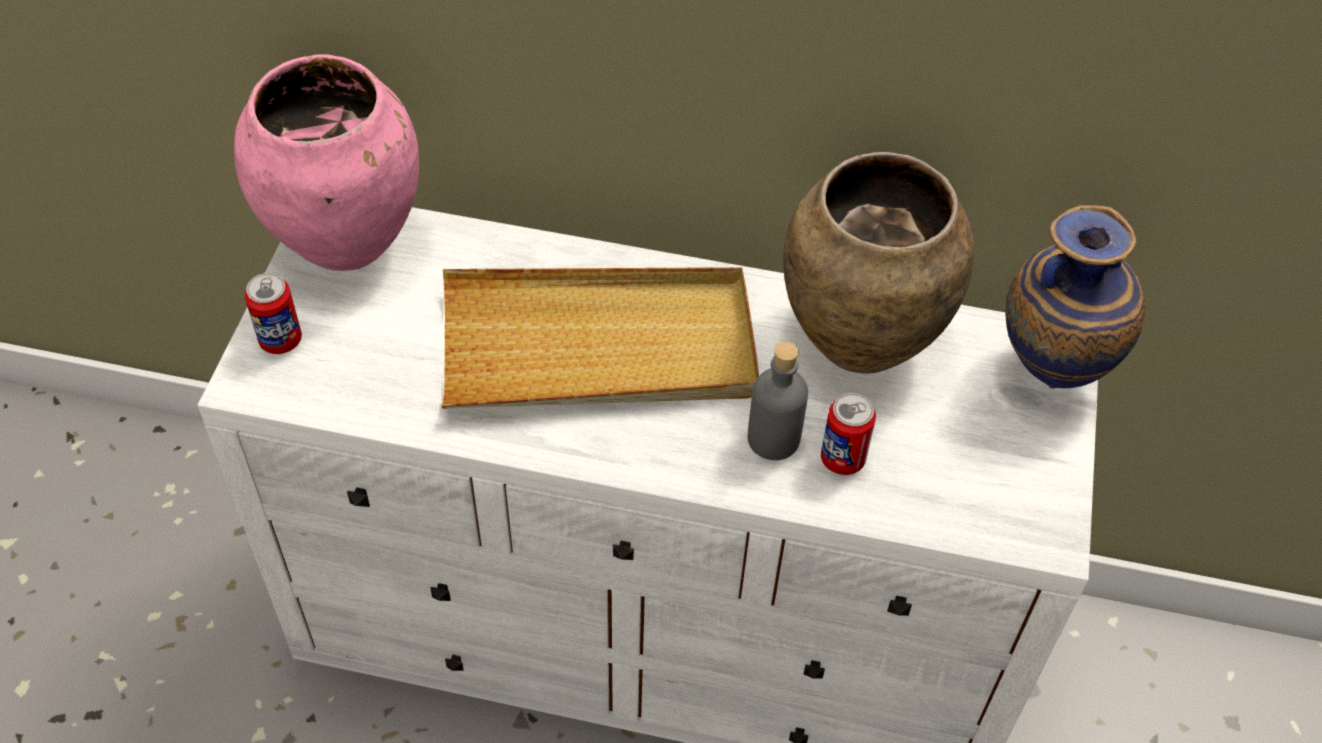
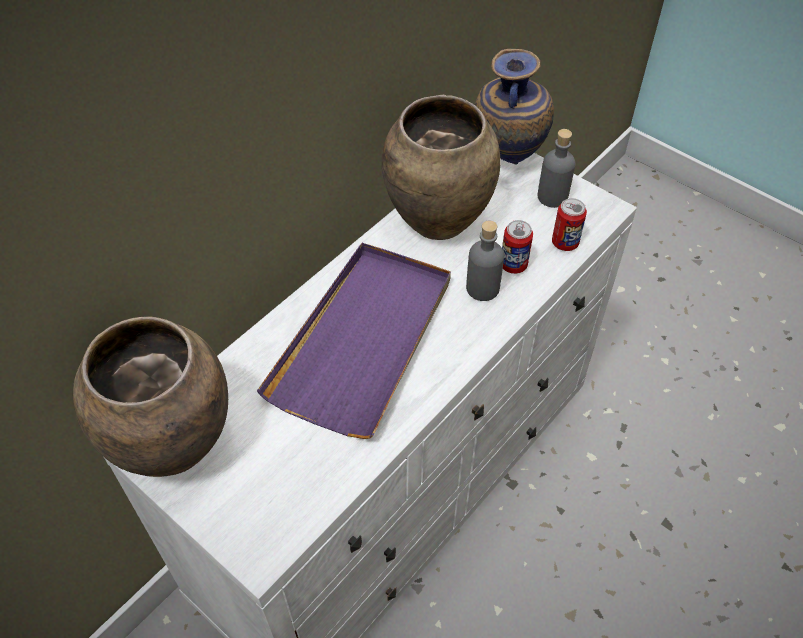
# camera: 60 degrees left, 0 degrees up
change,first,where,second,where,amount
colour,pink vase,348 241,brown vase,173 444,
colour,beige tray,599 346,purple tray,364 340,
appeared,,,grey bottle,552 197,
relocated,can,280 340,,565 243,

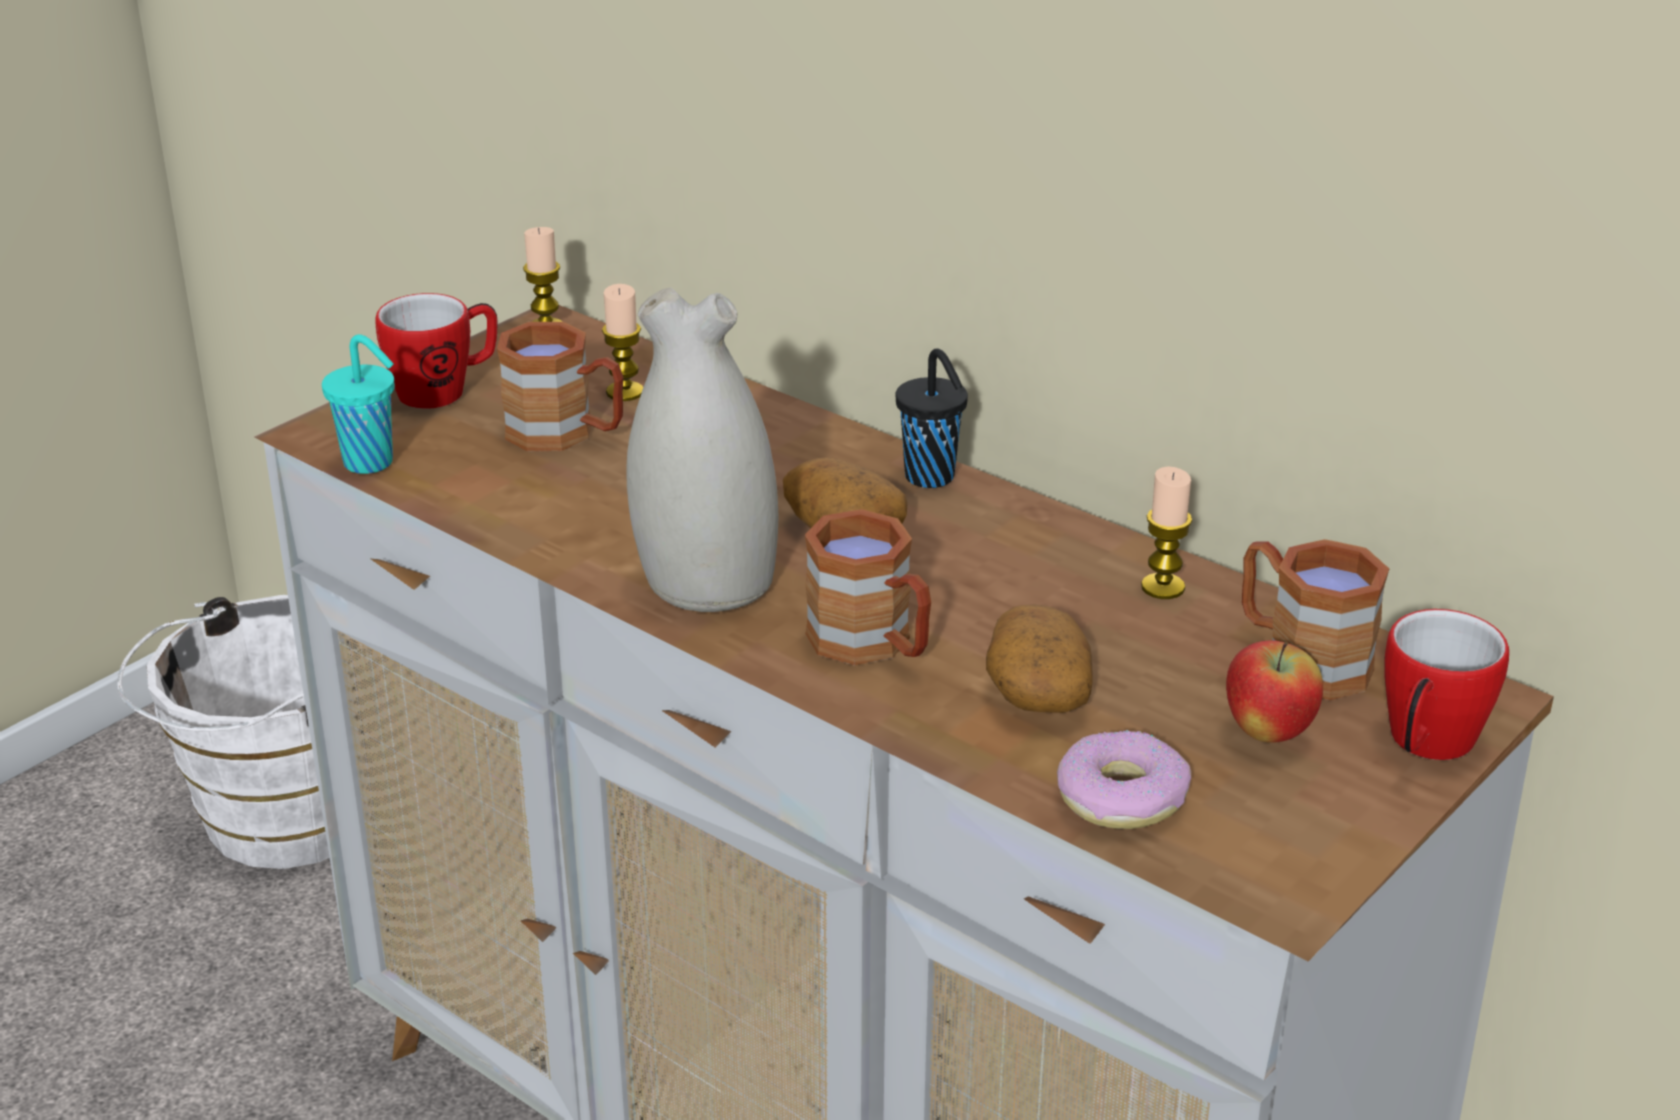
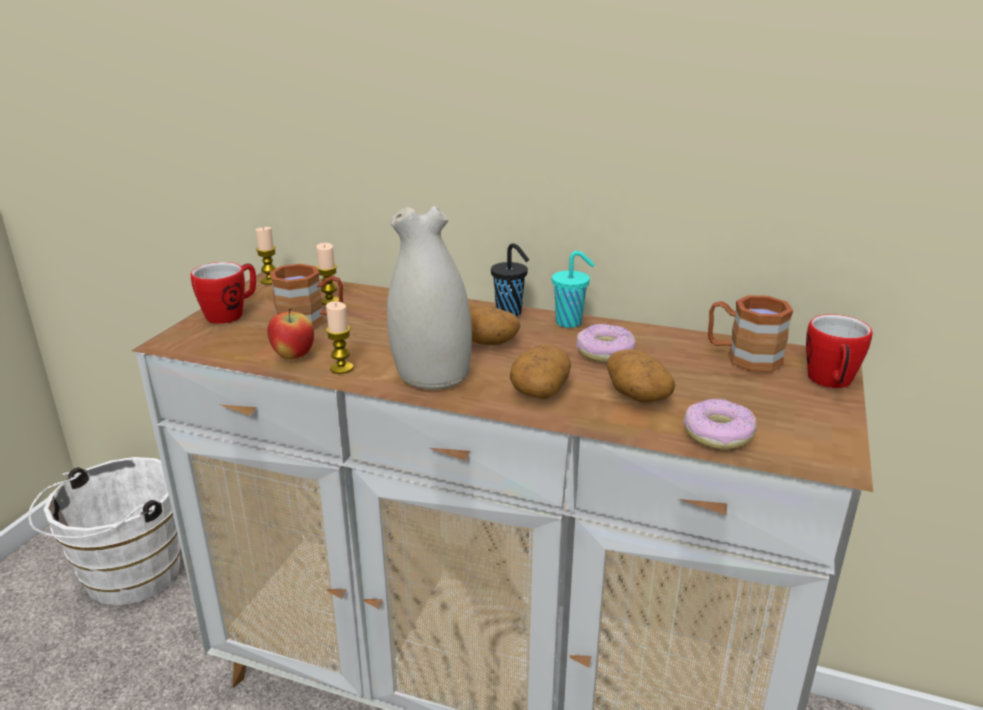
# camera: 20 degrees left, 5 degrees down
change,first,where,second,where,amount
relocated,apple,1268 733,,293 356,
relocated,candle,1163 587,,341 368,
exchanged,brown mug,873 645,potato,539 388,
relocated,turquoise cup,371 463,,570 323,
appeared,,,donut,605 352,

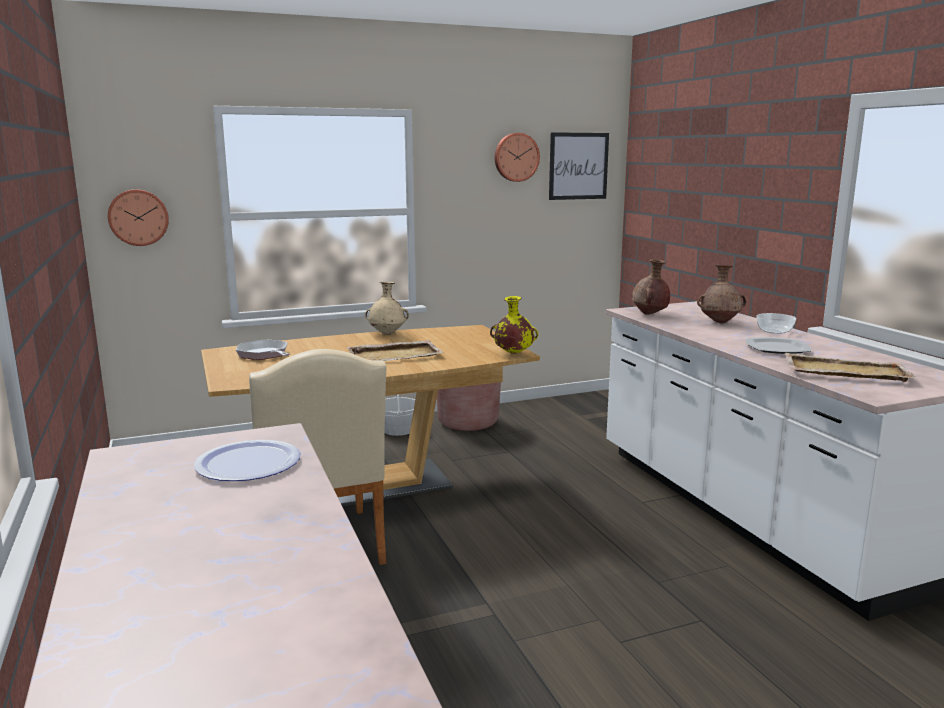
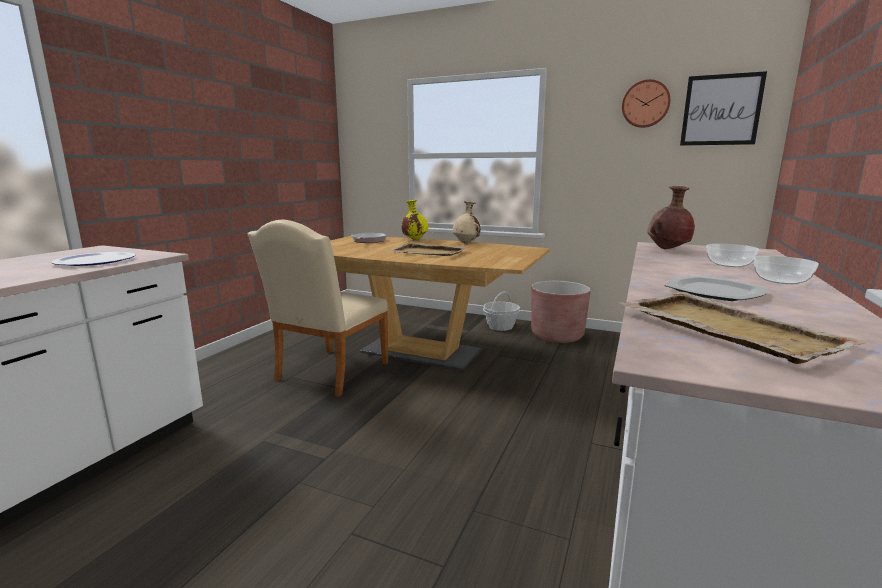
# camera: 45 degrees right, 0 degrees up
change,first,where,second,where,amount
relocated,yellow vase,513 354,,414 240,
exchanged,brown vase,720 322,bowl,730 264,
missing,wall clock,138 217,,,

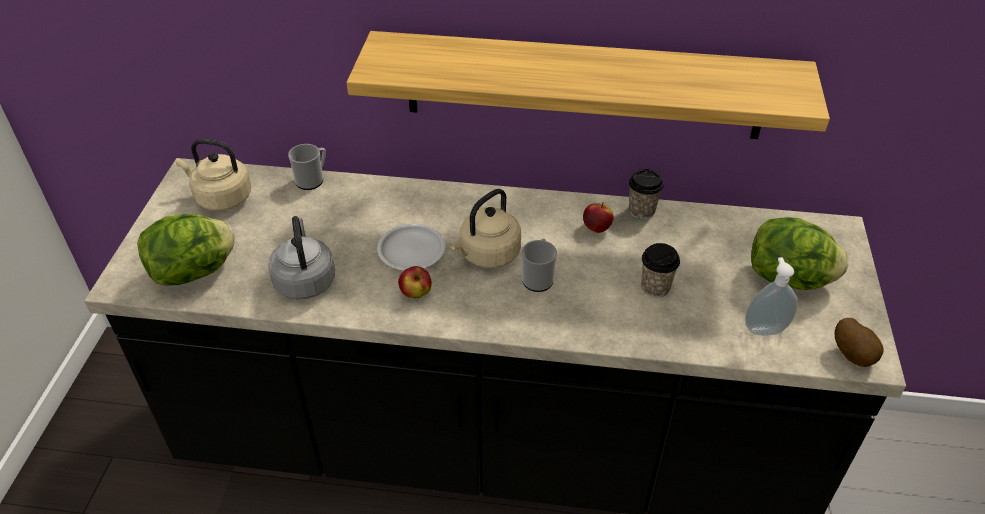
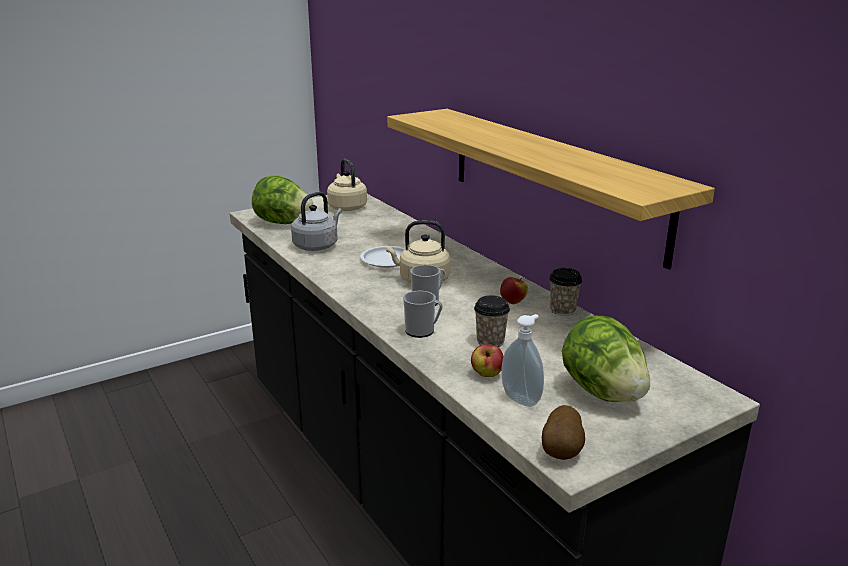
# camera: 50 degrees right, 20 degrees down
change,first,where,second,where,amount
relocated,mug,312 180,,423 331,
relocated,apple,415 293,,487 375,

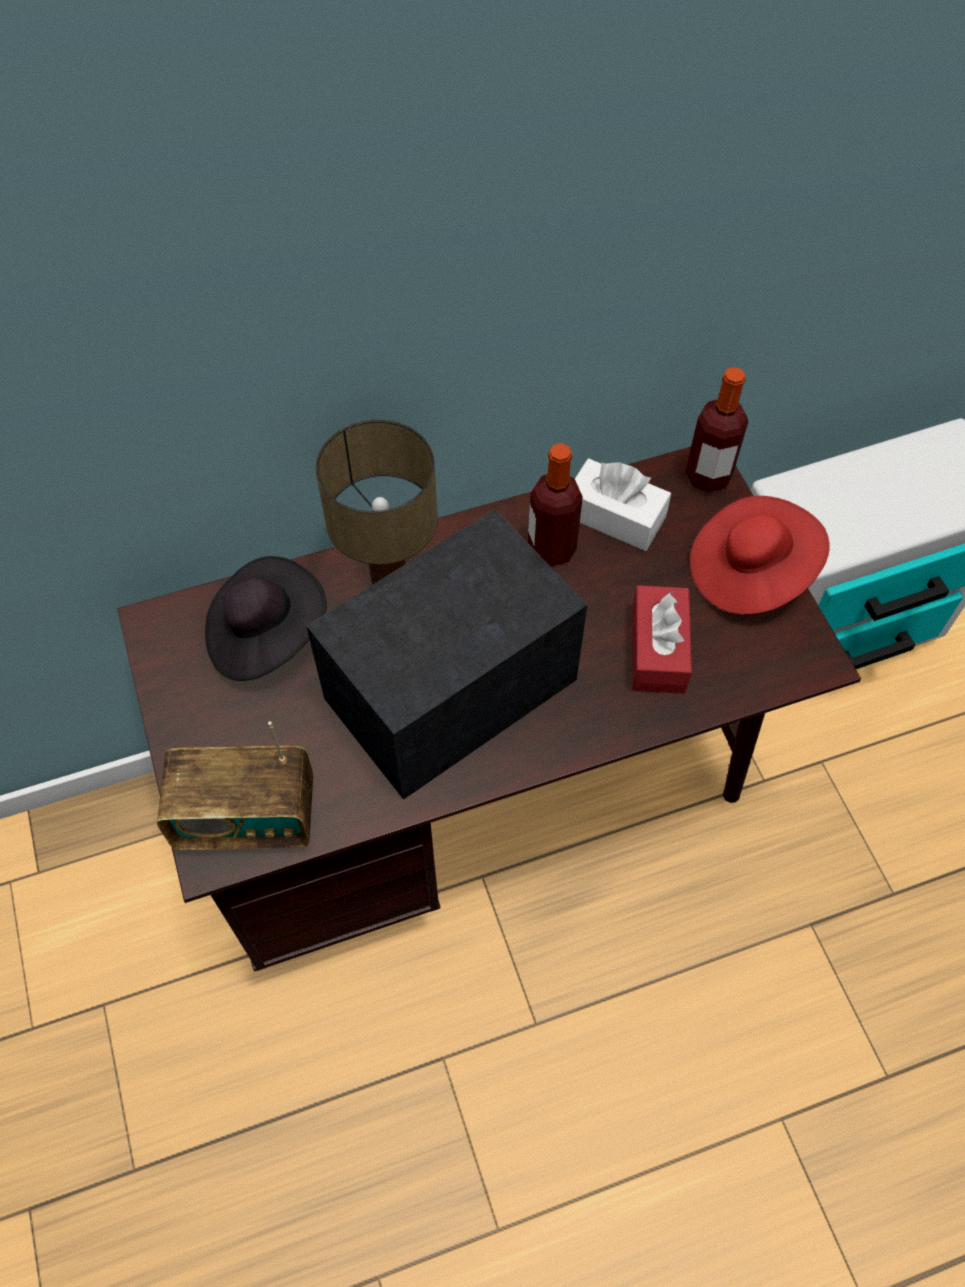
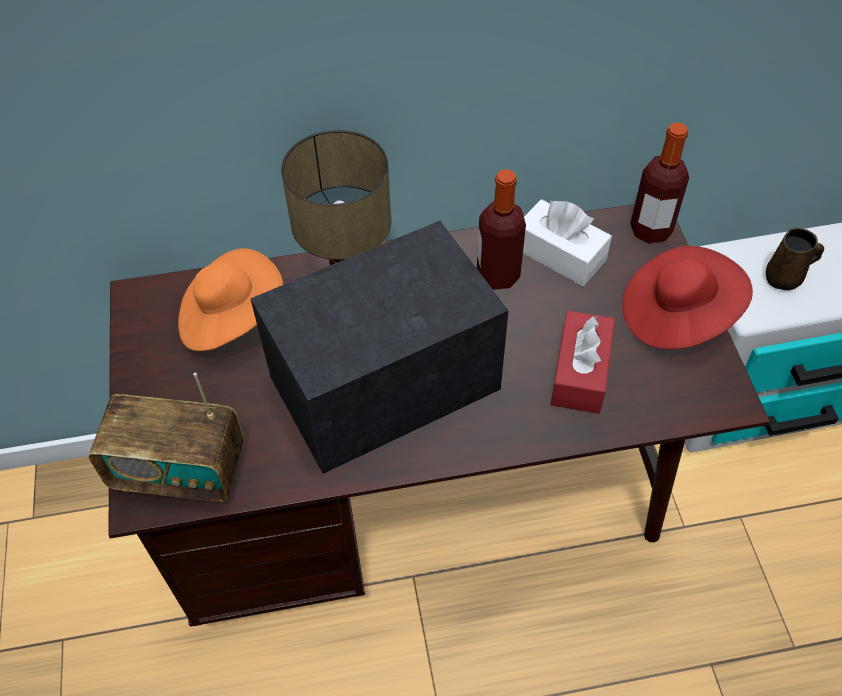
# camera: 10 degrees right, 5 degrees down
change,first,where,second,where,amount
colour,black hat,266 635,orange hat,231 317,
appeared,,,brown mug,785 278,

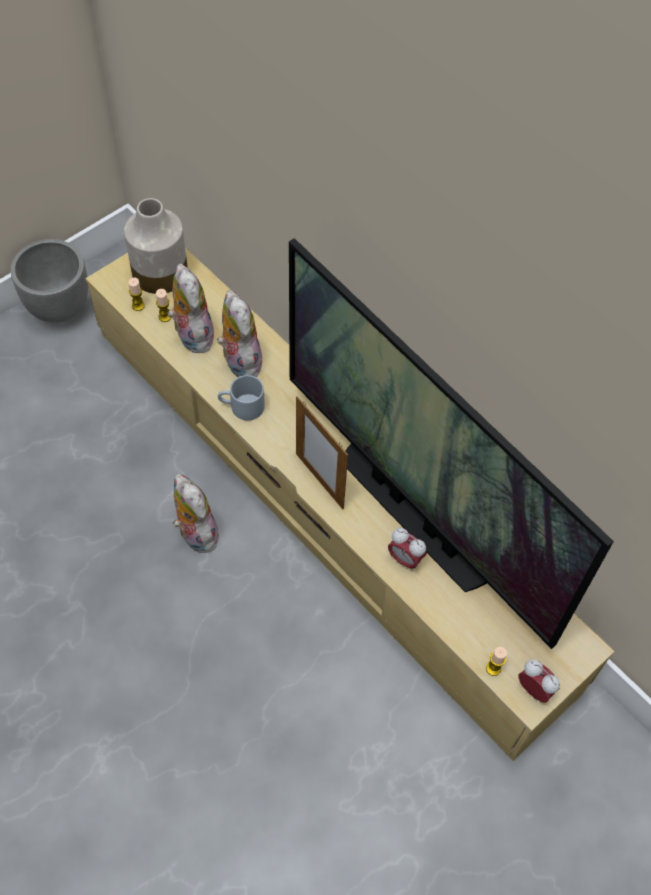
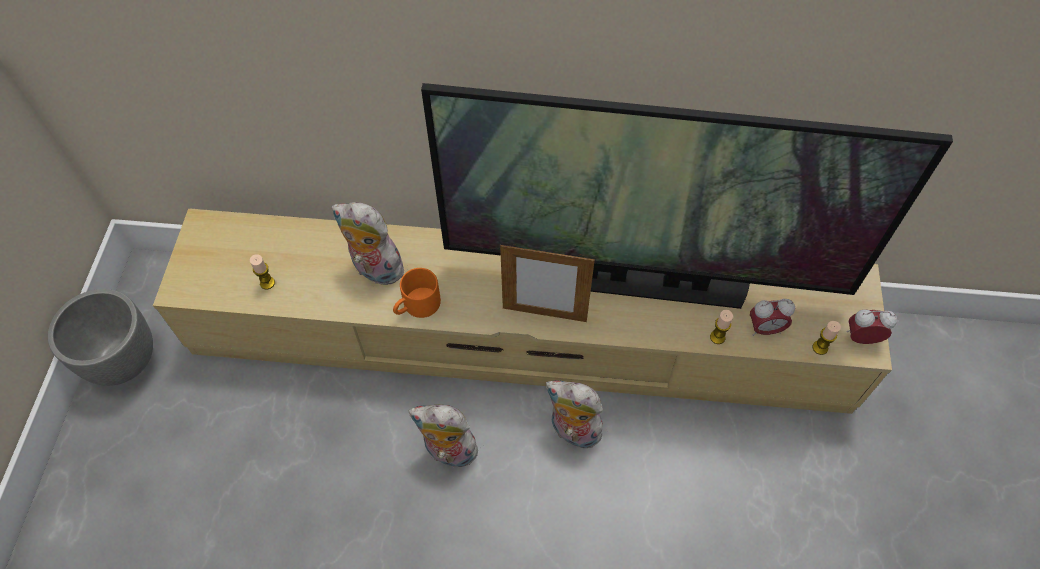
# camera: 40 degrees left, 0 degrees up
change,first,where,second,where,amount
colour,grey mug,241 407,orange mug,417 306,
relocated,plush toy,192 334,,572 432,
relocated,candle,138 306,,717 337,
relocated,alarm clock,405 559,,765 329,
missing,beige vase,159 271,,,

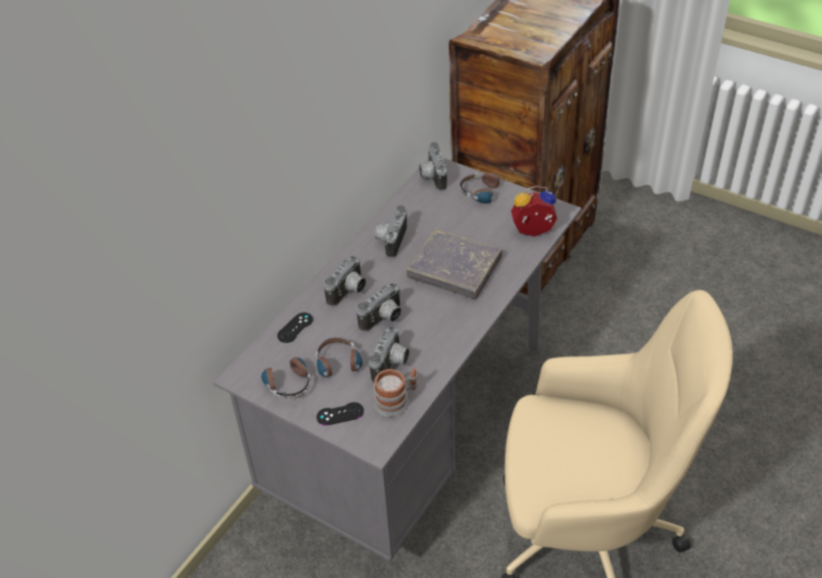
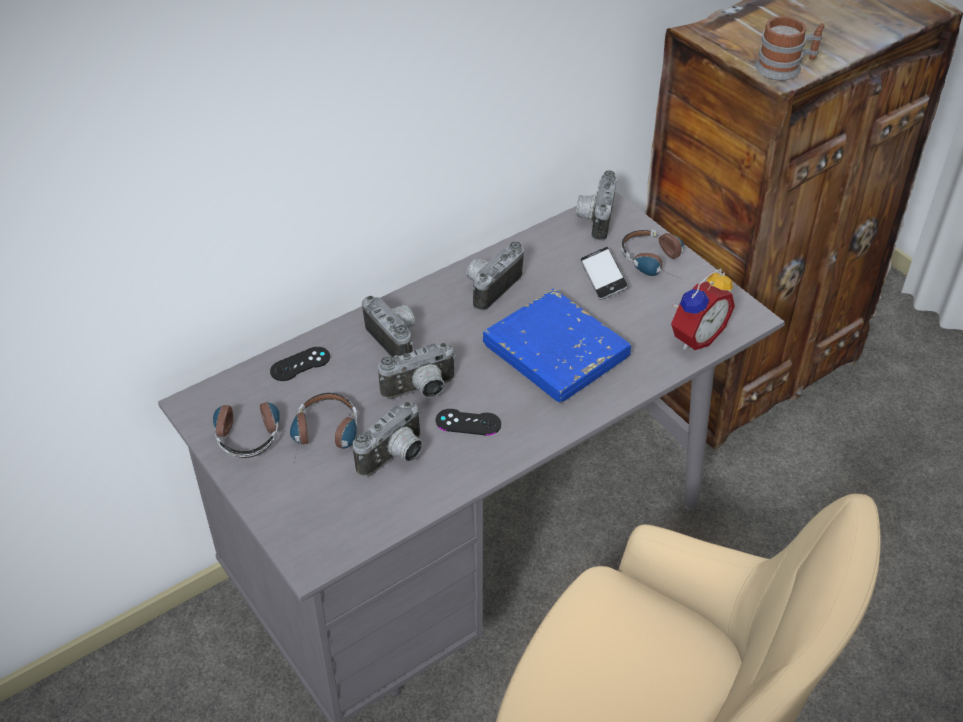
# camera: 20 degrees right, 0 degrees up
change,first,where,second,where,amount
spun,photo camera,349 292,,396 340,90 degrees counterclockwise
relocated,black game controller,340 414,,468 422,
colour,grey book,454 268,blue book,555 352,
appeared,,,phone,603 277,
spun,alarm clock,533 233,,694 336,120 degrees clockwise
relocated,mug,396 401,,785 68,

